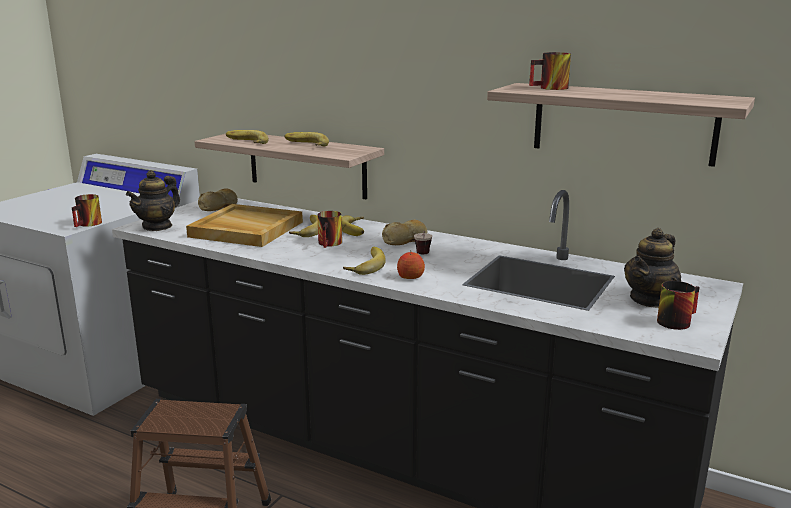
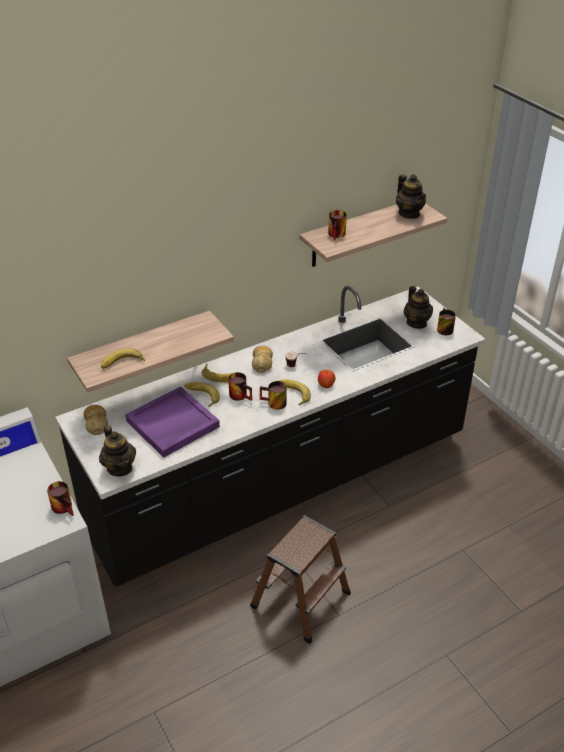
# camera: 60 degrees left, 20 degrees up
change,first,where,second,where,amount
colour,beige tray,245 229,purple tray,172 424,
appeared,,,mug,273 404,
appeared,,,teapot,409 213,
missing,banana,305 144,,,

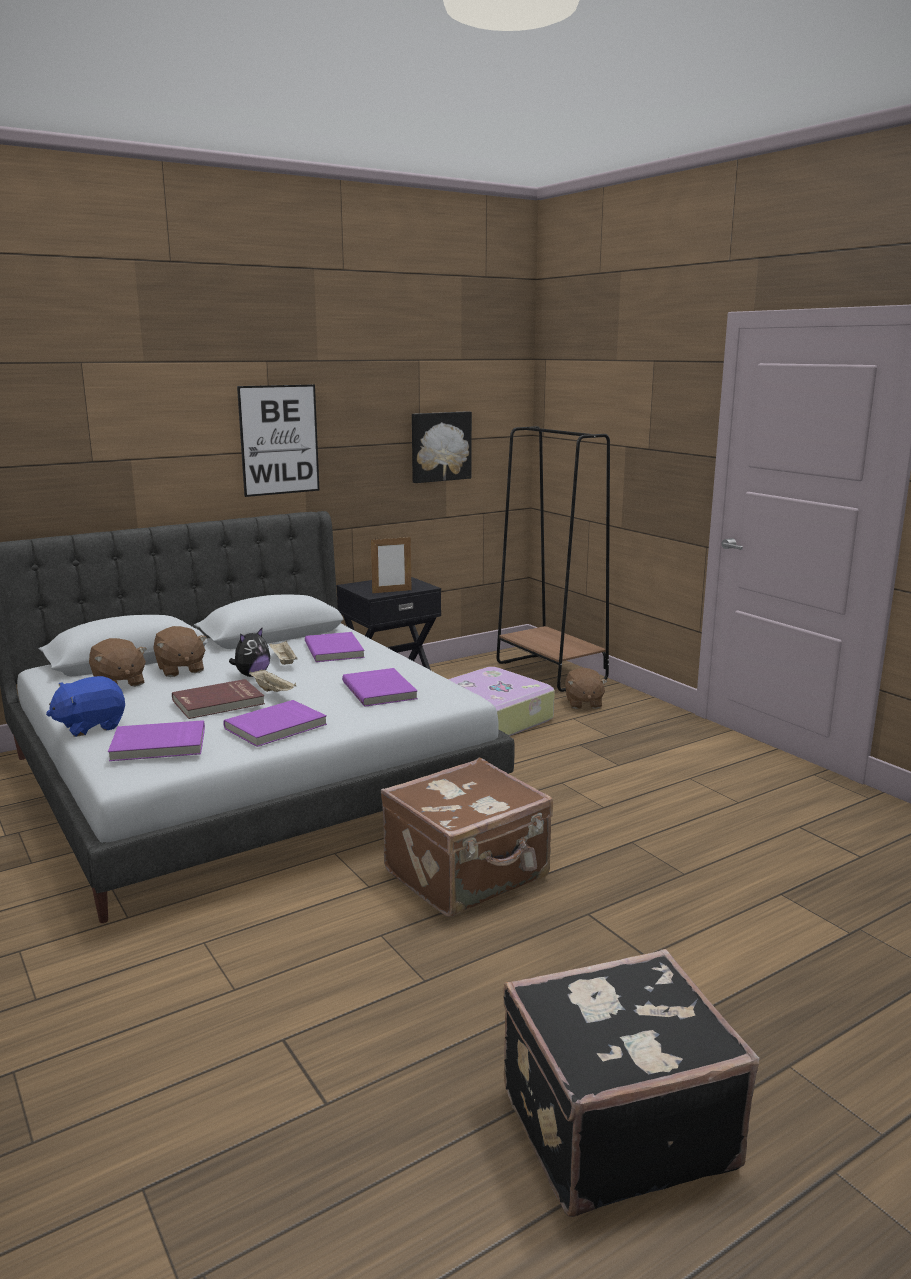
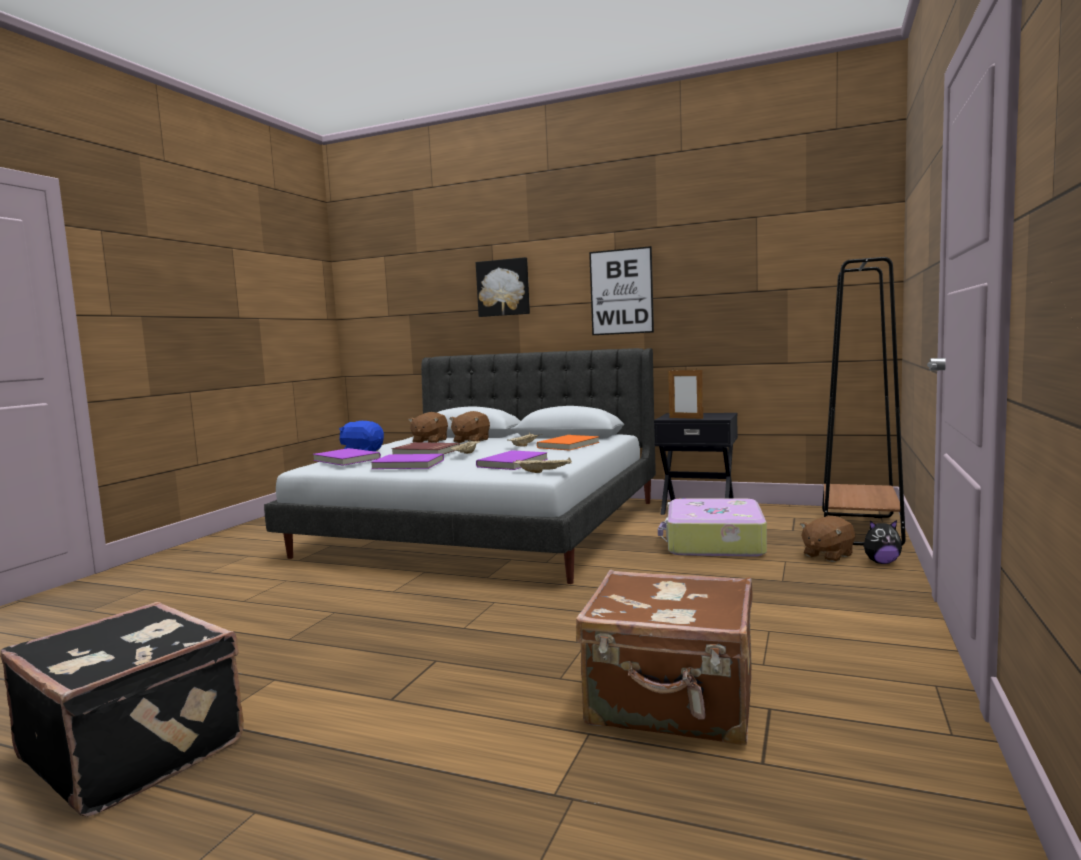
# camera: 55 degrees right, 10 degrees down
change,first,where,second,where,amount
relocated,picture,440 446,,503 287,
appeared,,,beige tray,544 472,
colour,purple book,335 650,orange book,569 445,
relocated,brown suitcase,468 875,,672 704,
relocated,plush toy,252 675,,881 562,

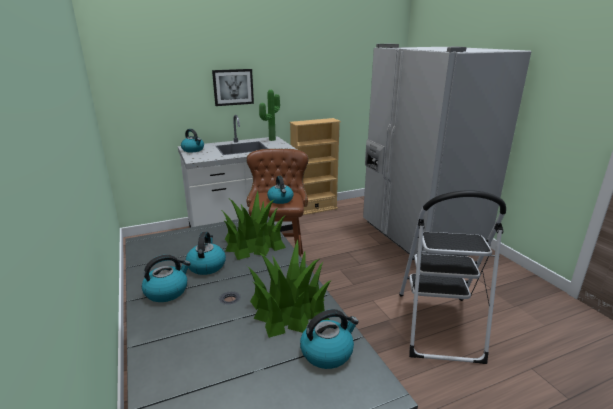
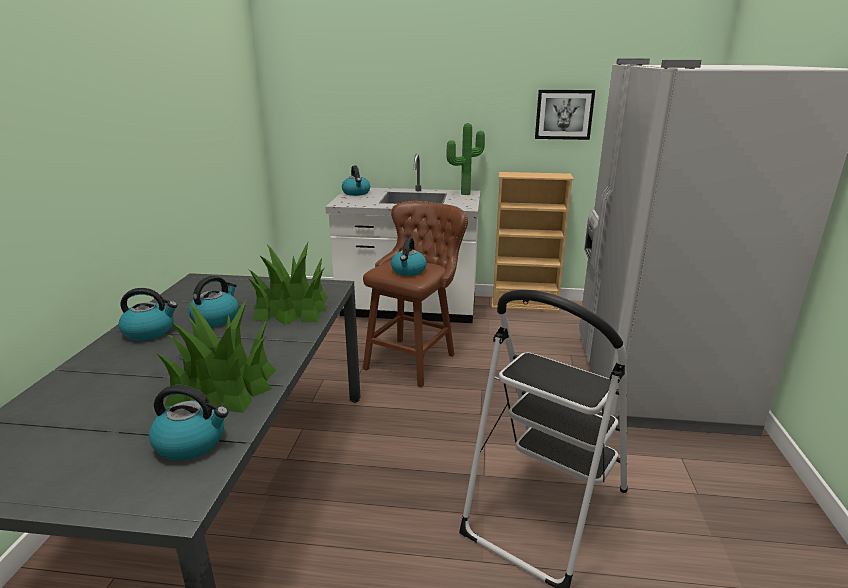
# camera: 30 degrees right, 0 degrees up
change,first,where,second,where,amount
relocated,picture,233 87,,564 114,

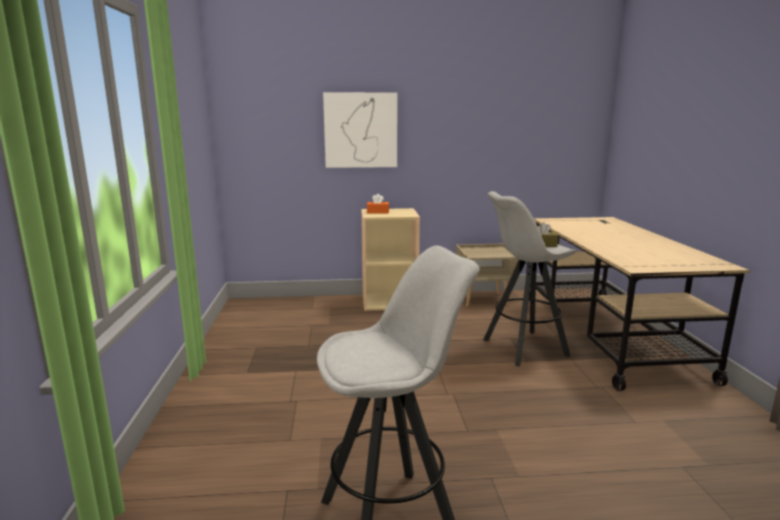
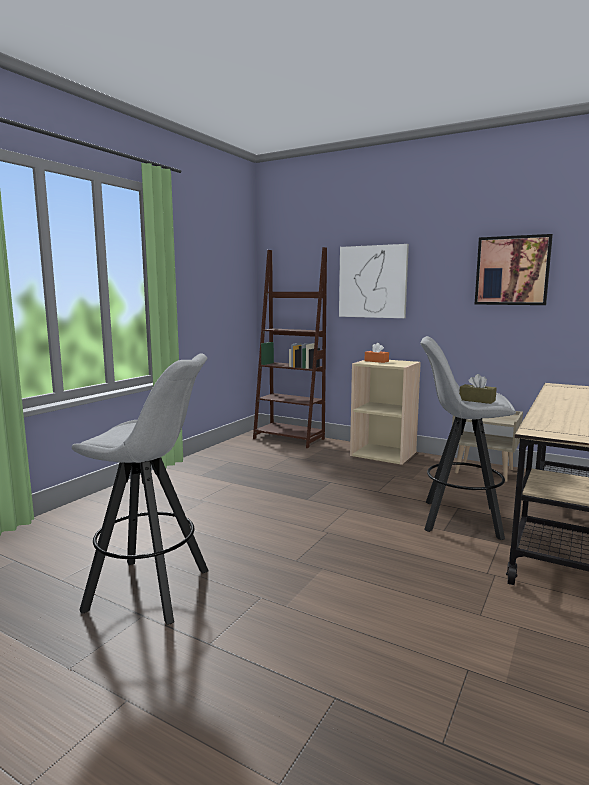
# camera: 35 degrees right, 5 degrees down
change,first,where,second,where,amount
appeared,,,brown bookcase,289 438,
appeared,,,picture,512 270,

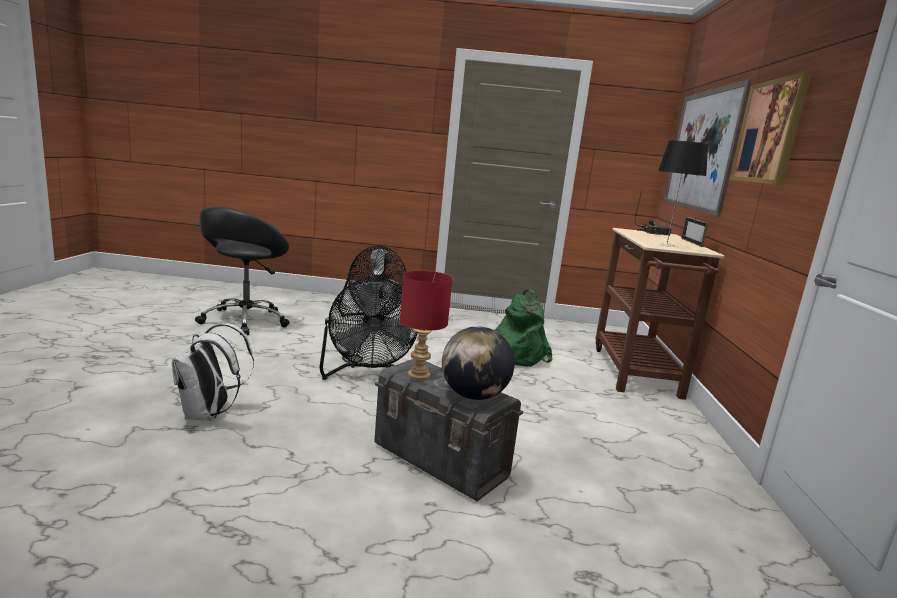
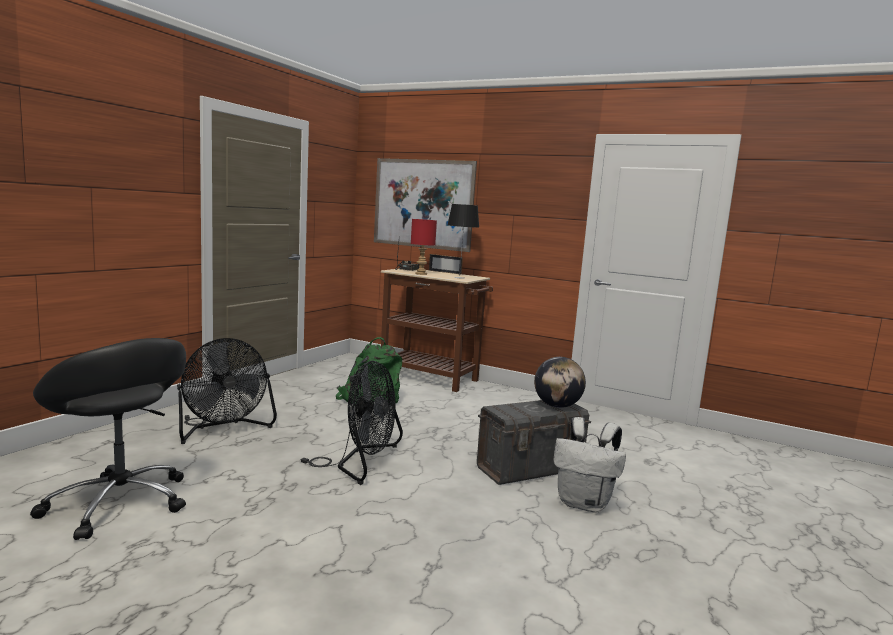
# camera: 65 degrees left, 5 degrees down
change,first,where,second,where,amount
relocated,red table lamp,418 376,,421 274,
relocated,white backpack,209 414,,584 504,
missing,picture,769 132,,,

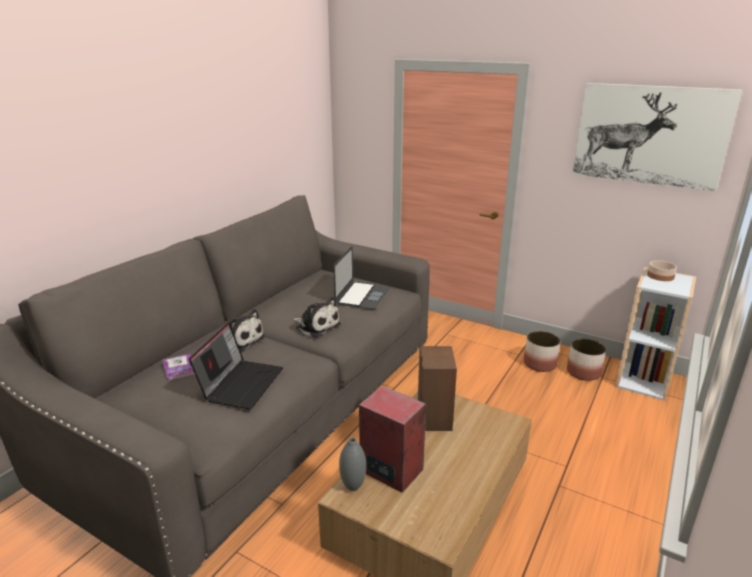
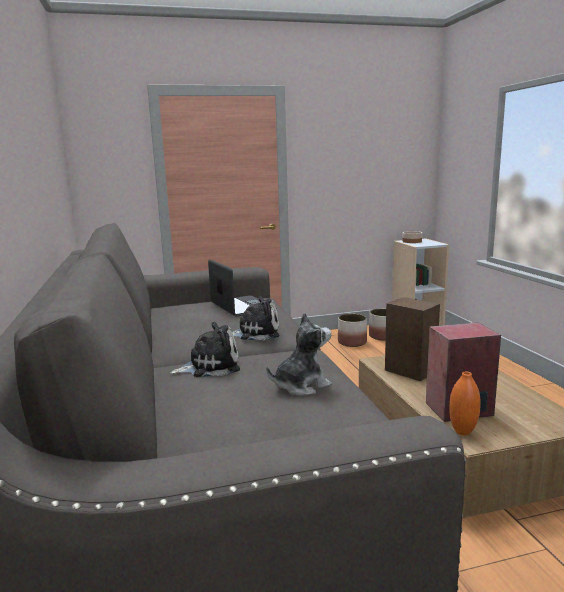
# camera: 45 degrees left, 10 degrees down
change,first,where,second,where,amount
exchanged,laptop,241 383,plush toy,301 386,
colour,grey vase,353 486,orange vase,462 432,
missing,book,179 368,,,
missing,picture,650 135,,,

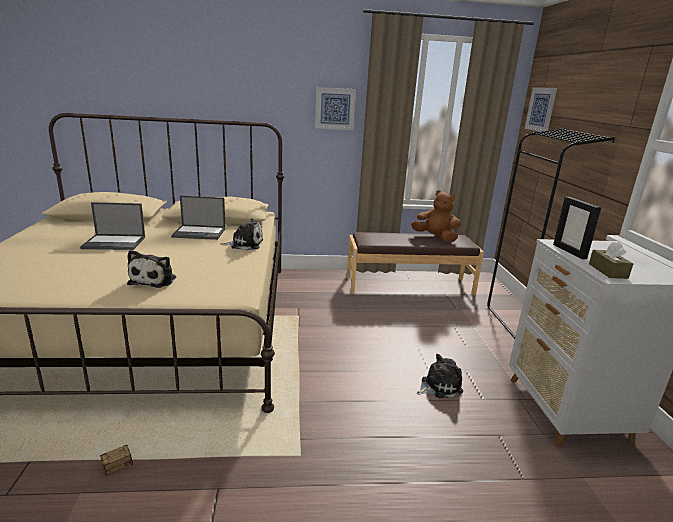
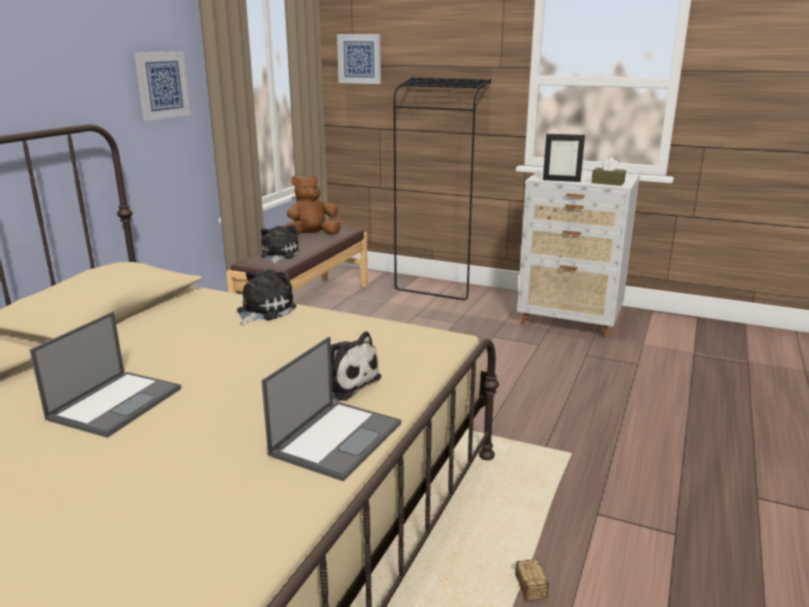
# camera: 60 degrees left, 0 degrees up
change,first,where,second,where,amount
relocated,plush toy,439 386,,278 255,
relocated,laptop,200 233,,337 438,

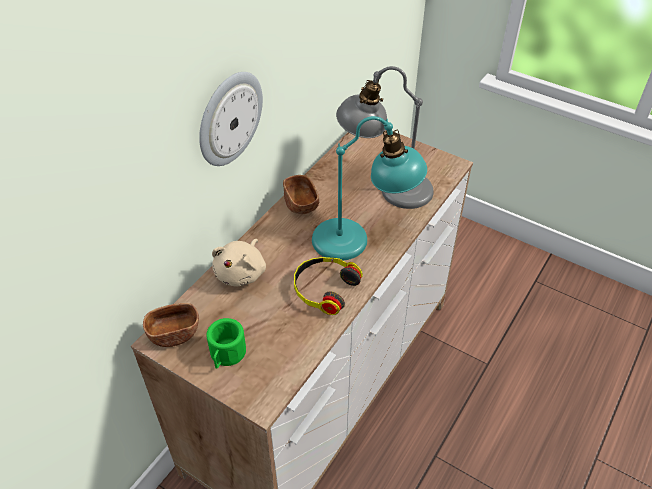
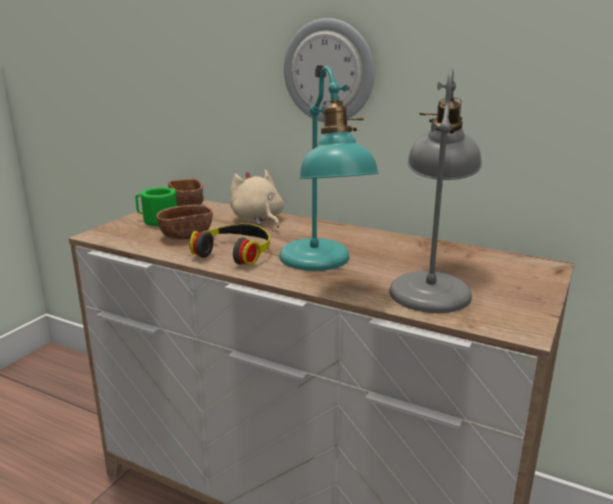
# camera: 85 degrees right, 25 degrees down
change,first,where,second,where,amount
relocated,brown bowl,301 204,,186 235,
spun,beige plush toy,242 272,,258 220,45 degrees clockwise

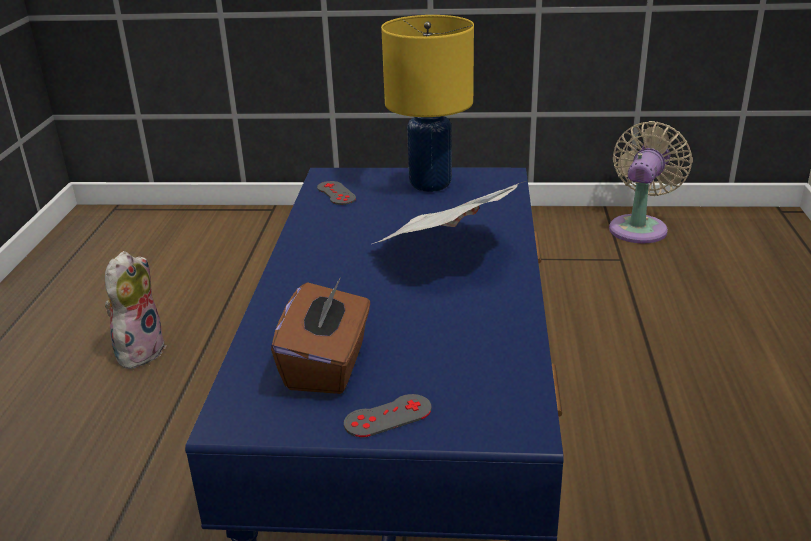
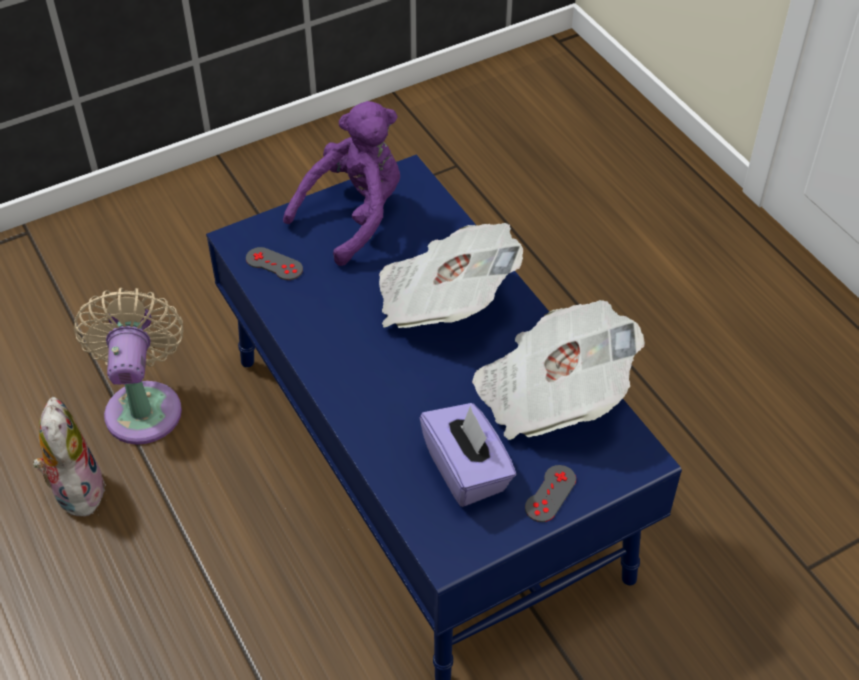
# camera: 35 degrees left, 20 degrees up
change,first,where,second,where,amount
relocated,beige fan,640 227,,144 405,
exchanged,yellow table lamp,432 185,purple plush toy,354 216,
colour,brown tissue box,328 365,purple tissue box,467 470,
appeared,,,newspaper,551 395,

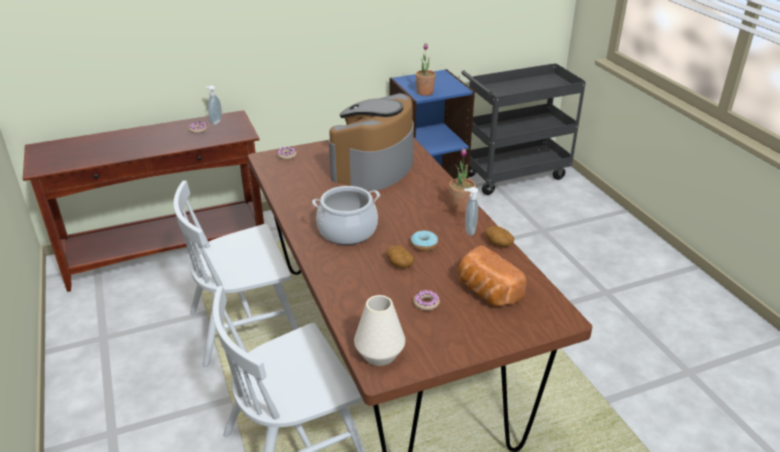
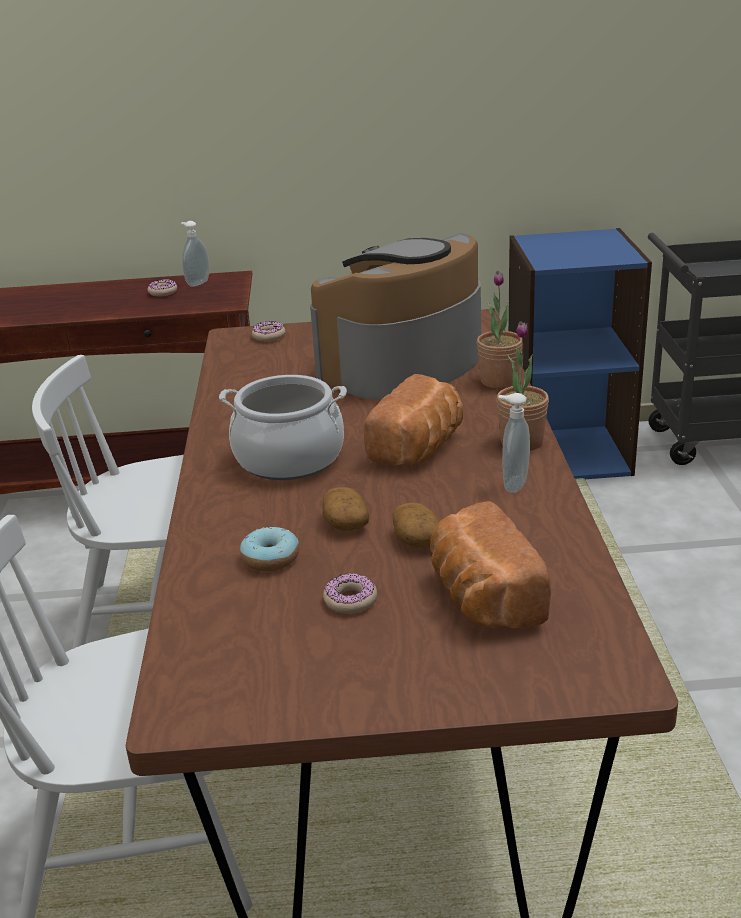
# camera: 20 degrees right, 5 degrees down
change,first,where,second,where,amount
relocated,donut,424 245,,270 558,
appeared,,,bread,420 448,
relocated,potato,498 243,,417 539,
relocated,potted plant,425 92,,499 381,
missing,white vase,379 354,,,

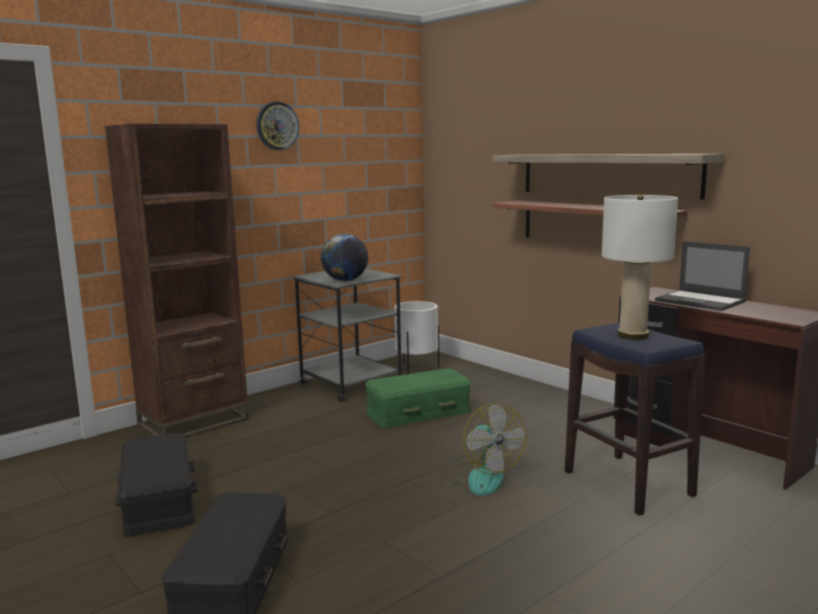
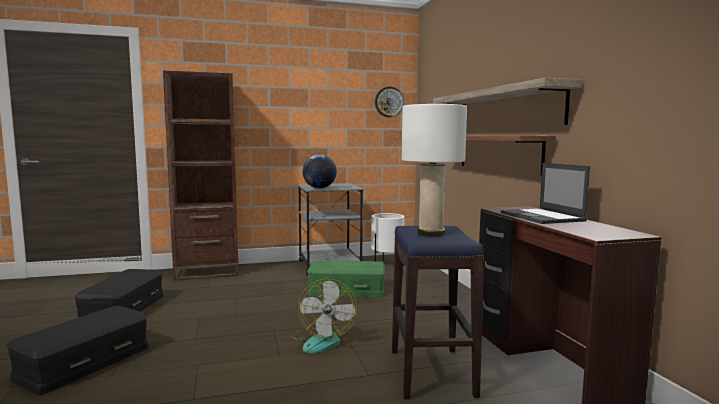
# camera: 25 degrees right, 5 degrees down
change,first,where,second,where,amount
relocated,wall clock,277 126,,389 102,

